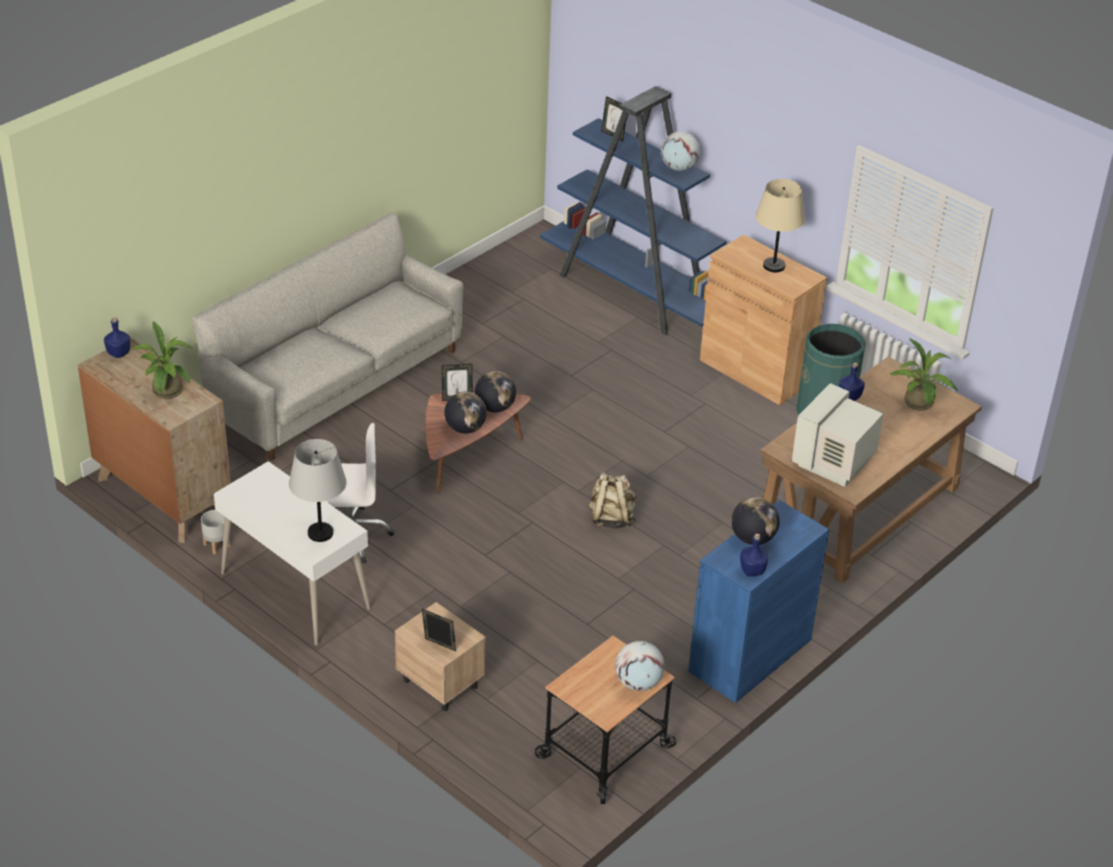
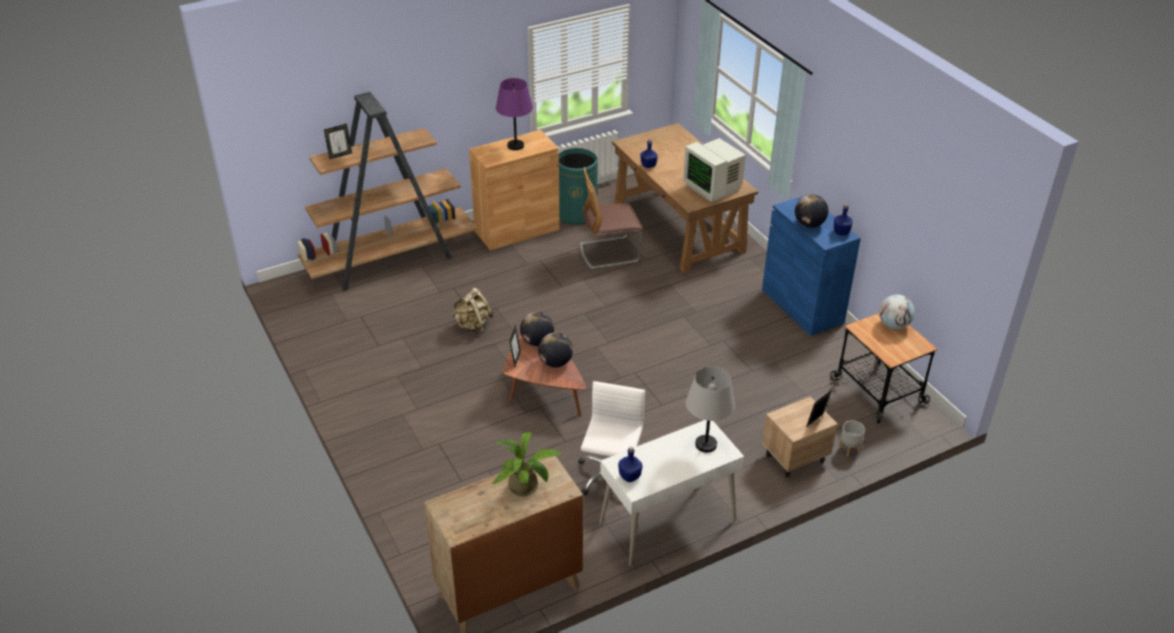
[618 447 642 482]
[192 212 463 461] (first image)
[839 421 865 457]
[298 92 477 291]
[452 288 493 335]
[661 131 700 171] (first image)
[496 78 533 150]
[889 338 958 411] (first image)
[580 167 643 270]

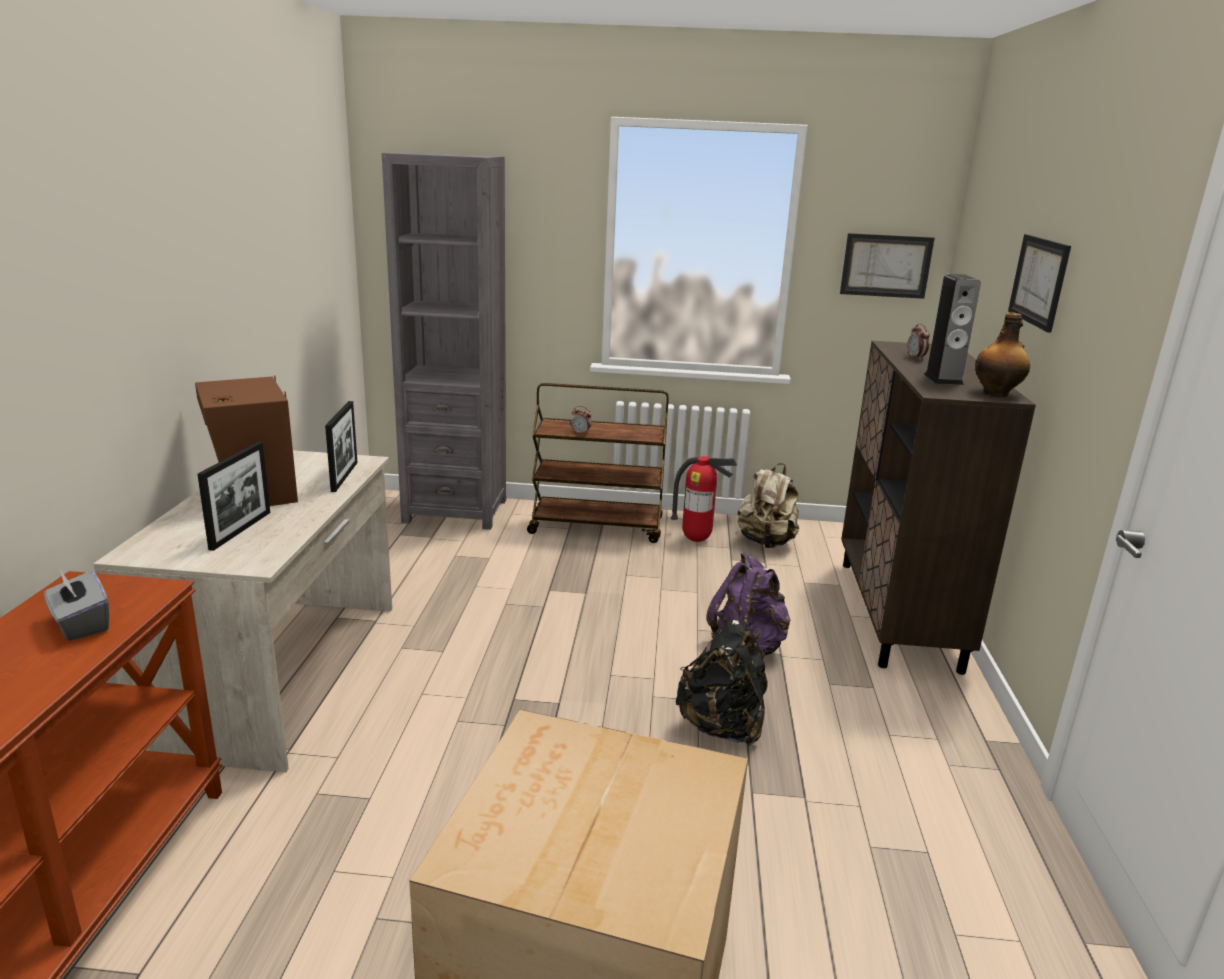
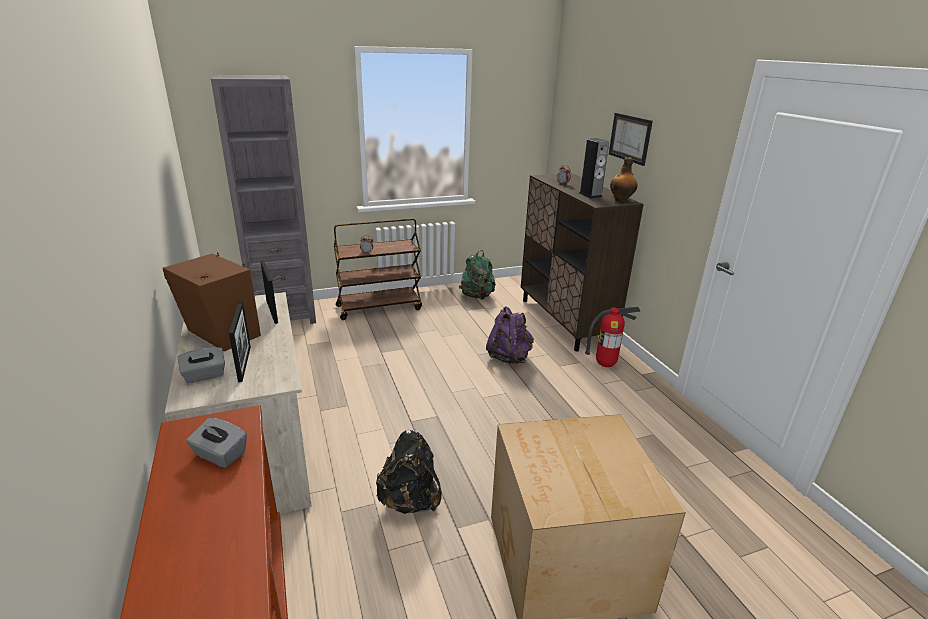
[585 307 640 367]
[376 430 442 514]
[459 250 496 300]
[840 233 935 299] (first image)
[178 347 225 383]

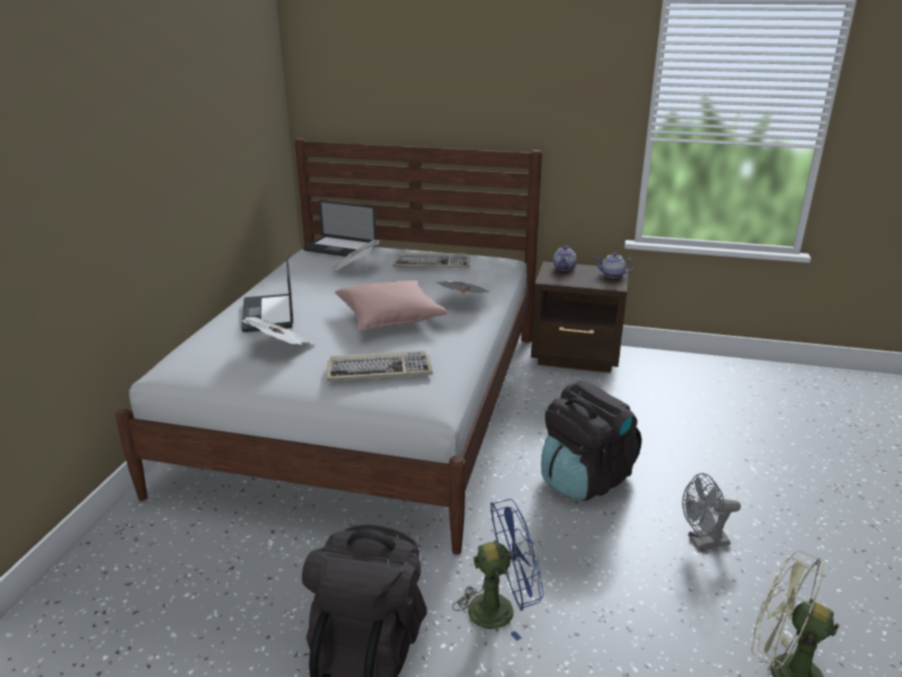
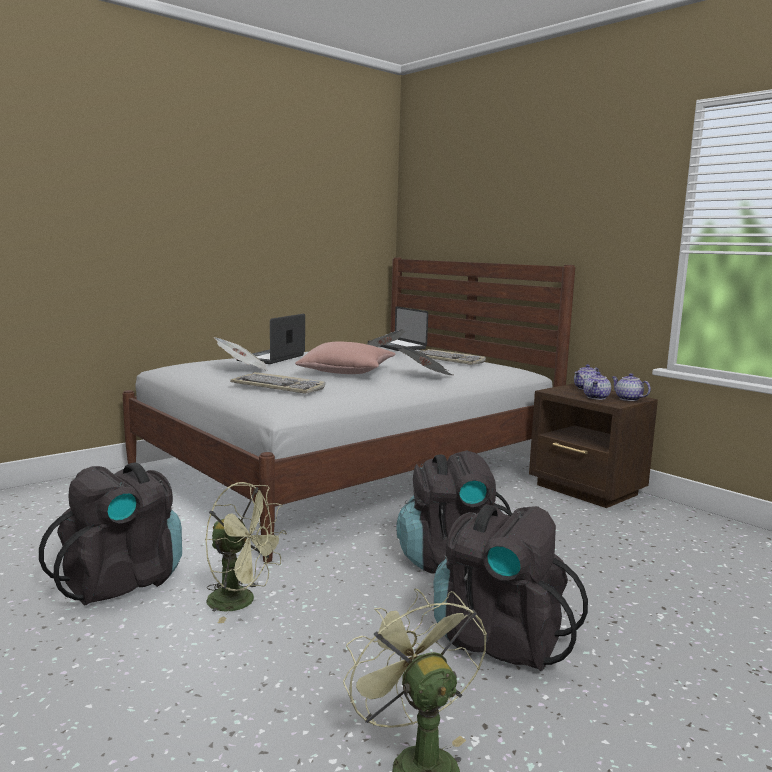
[205 482 287 623]
[434 505 588 671]
[583 372 611 400]

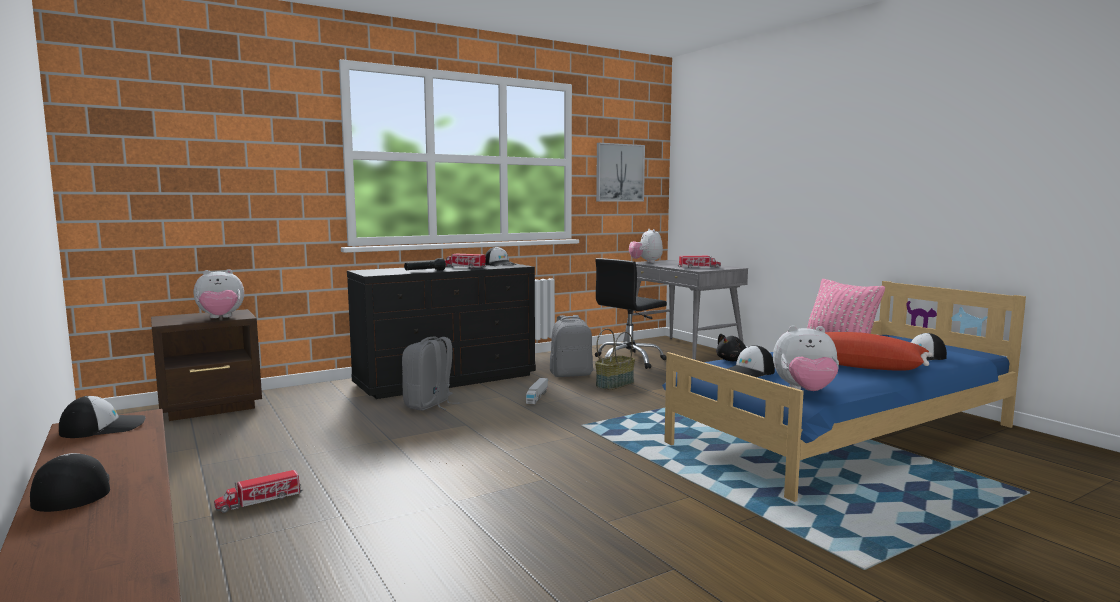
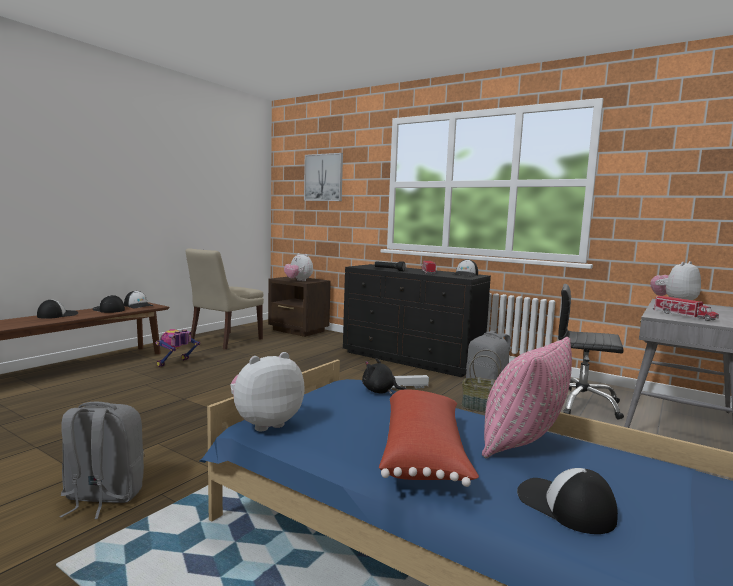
[156 329 200 367]
[59 402 144 519]
[304 153 343 201]
[92 295 125 313]
[231 352 305 432]
[186 248 264 349]

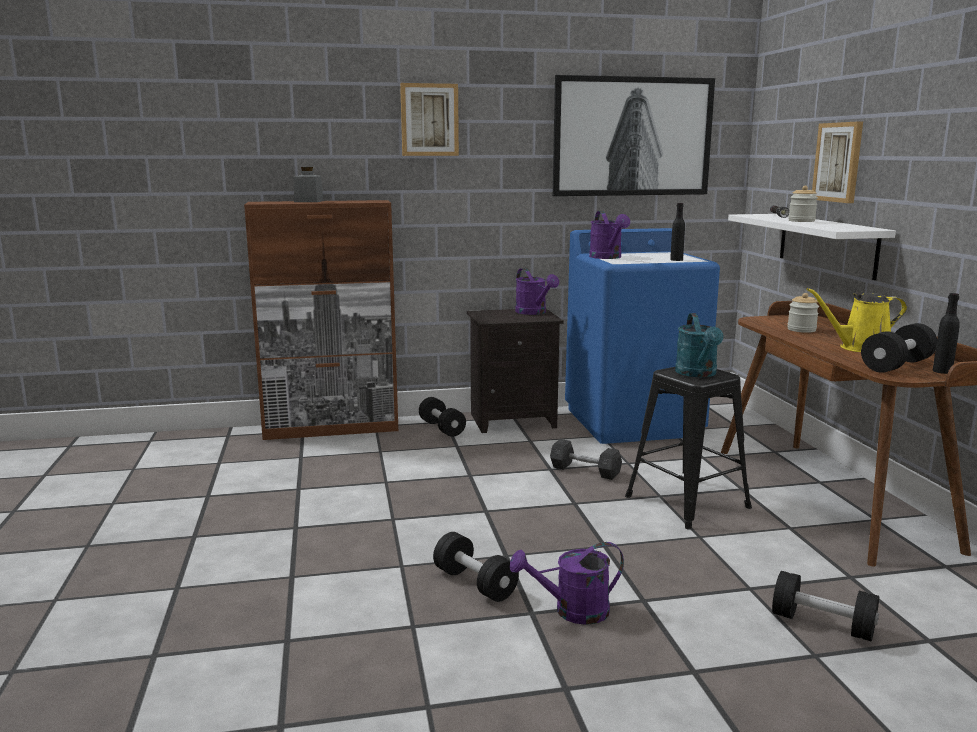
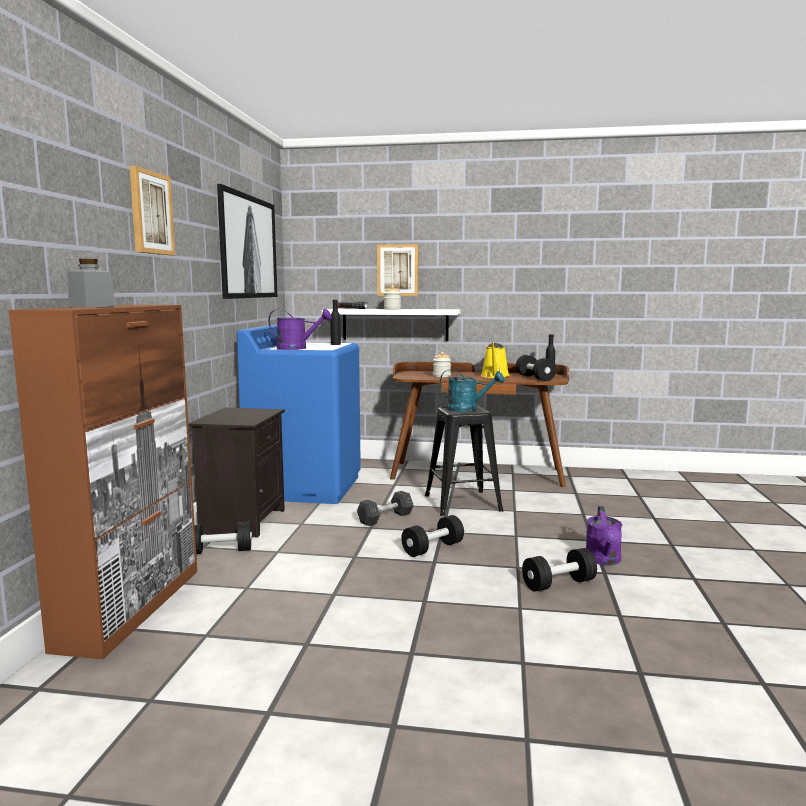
[515 268 559 315] (first image)
[401 515 464 557]

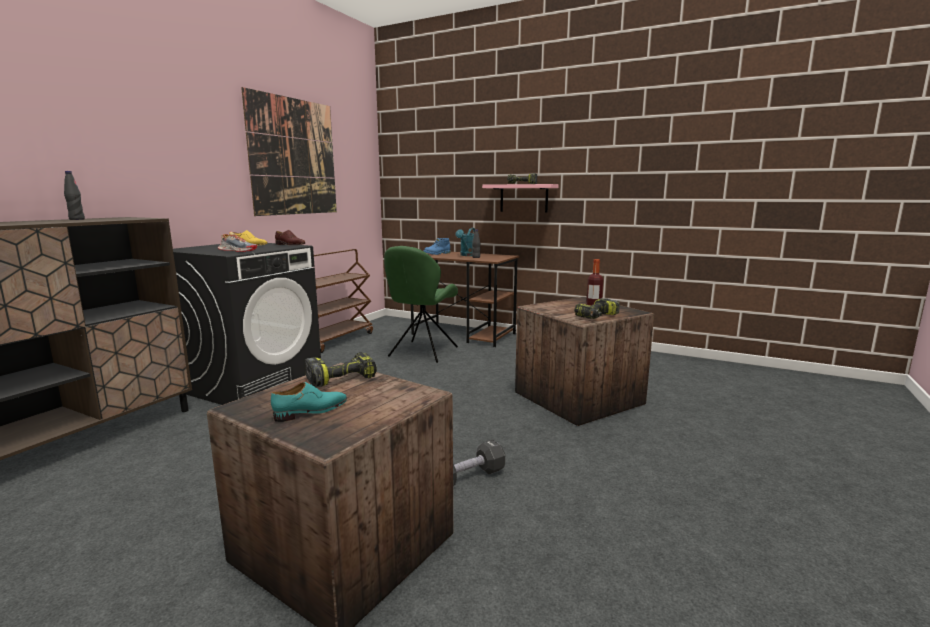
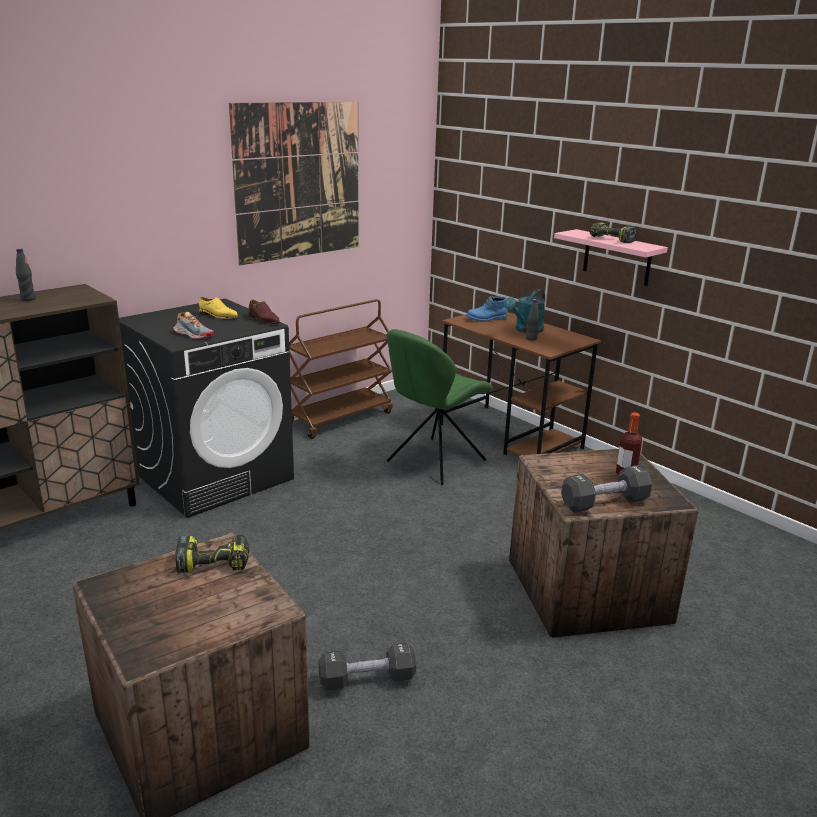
[271 382 347 422] (first image)
[561 465 652 513]

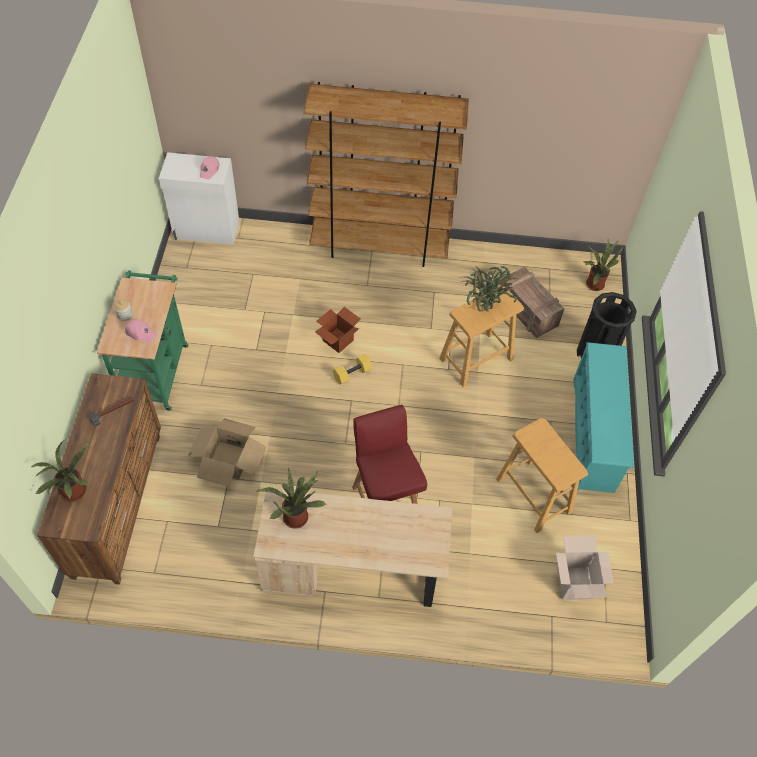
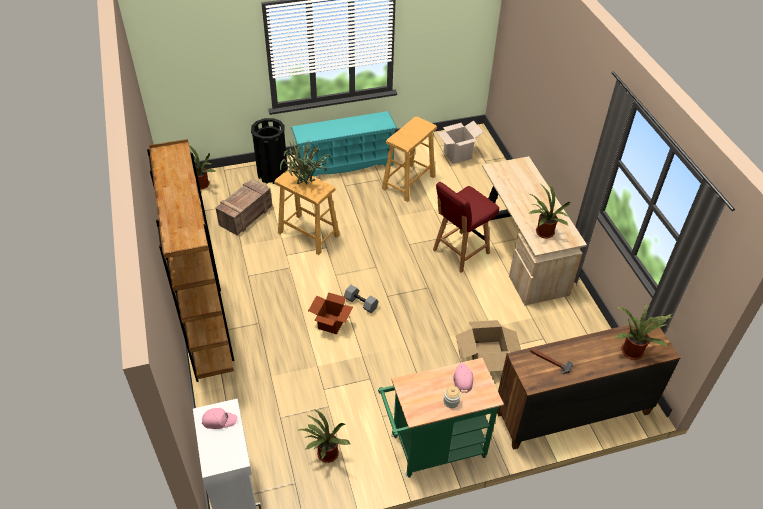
[344 285 379 313]
[299 409 350 463]

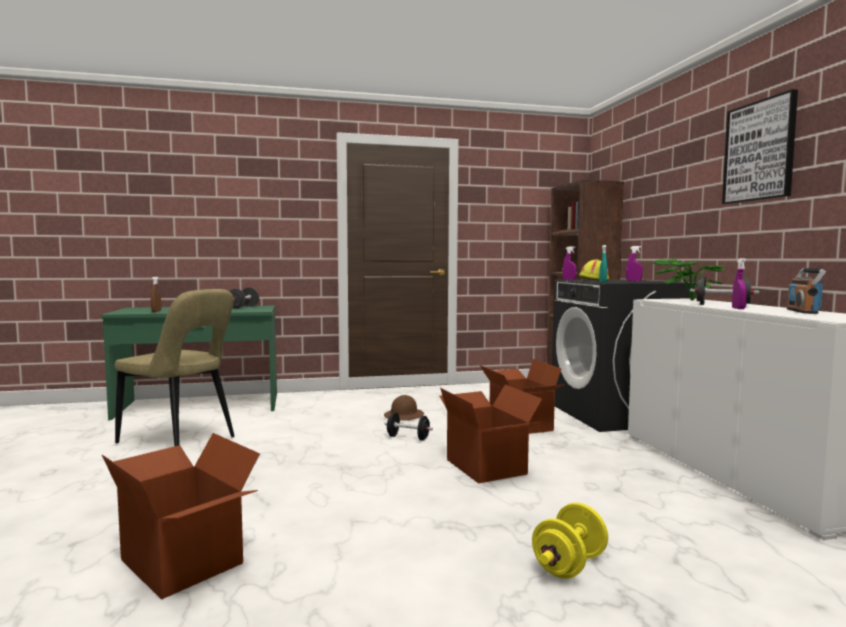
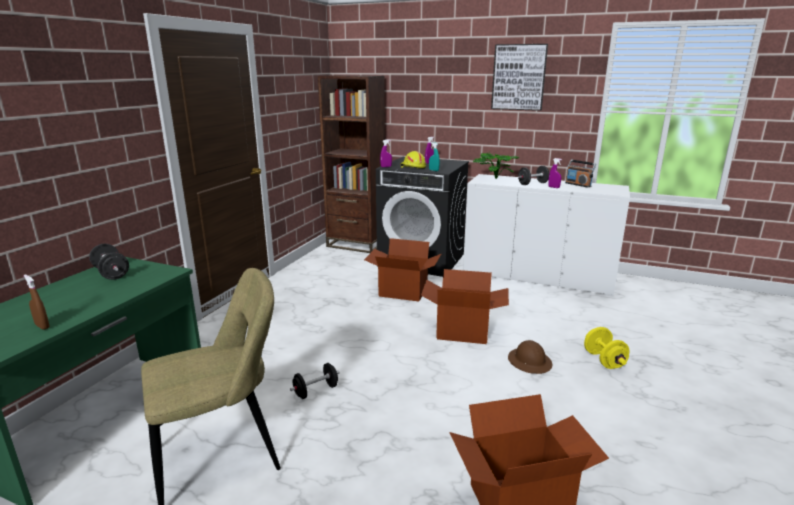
[508 340 552 374]
[290 363 340 399]

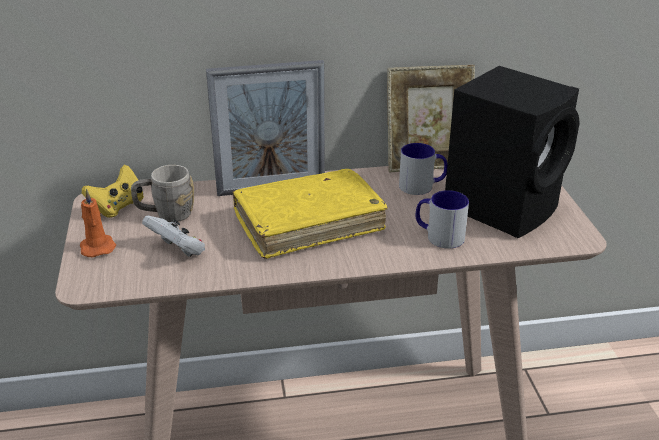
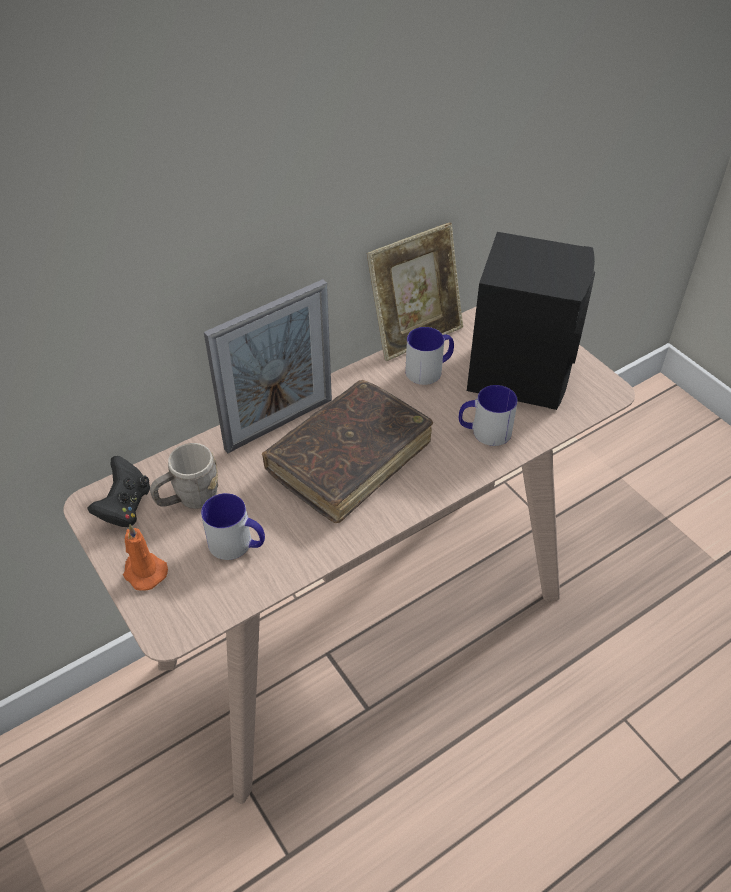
[88 456 150 527]
[201 493 265 560]
[262 380 434 523]

